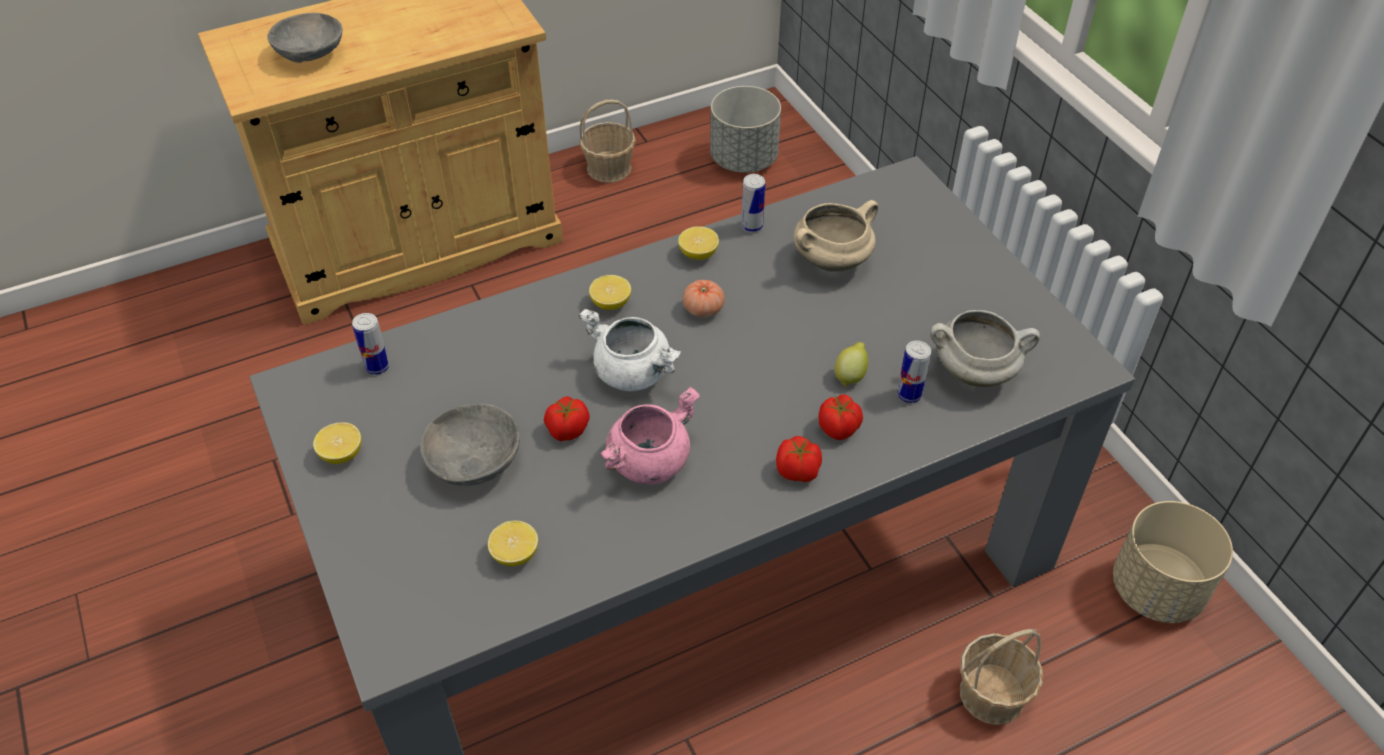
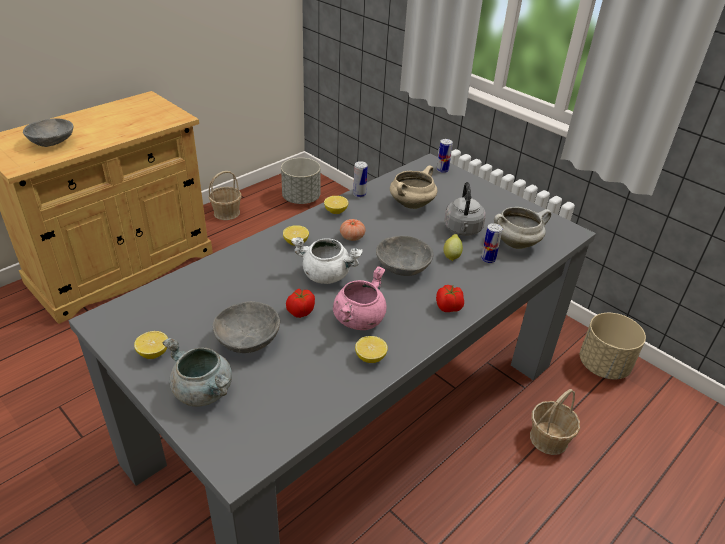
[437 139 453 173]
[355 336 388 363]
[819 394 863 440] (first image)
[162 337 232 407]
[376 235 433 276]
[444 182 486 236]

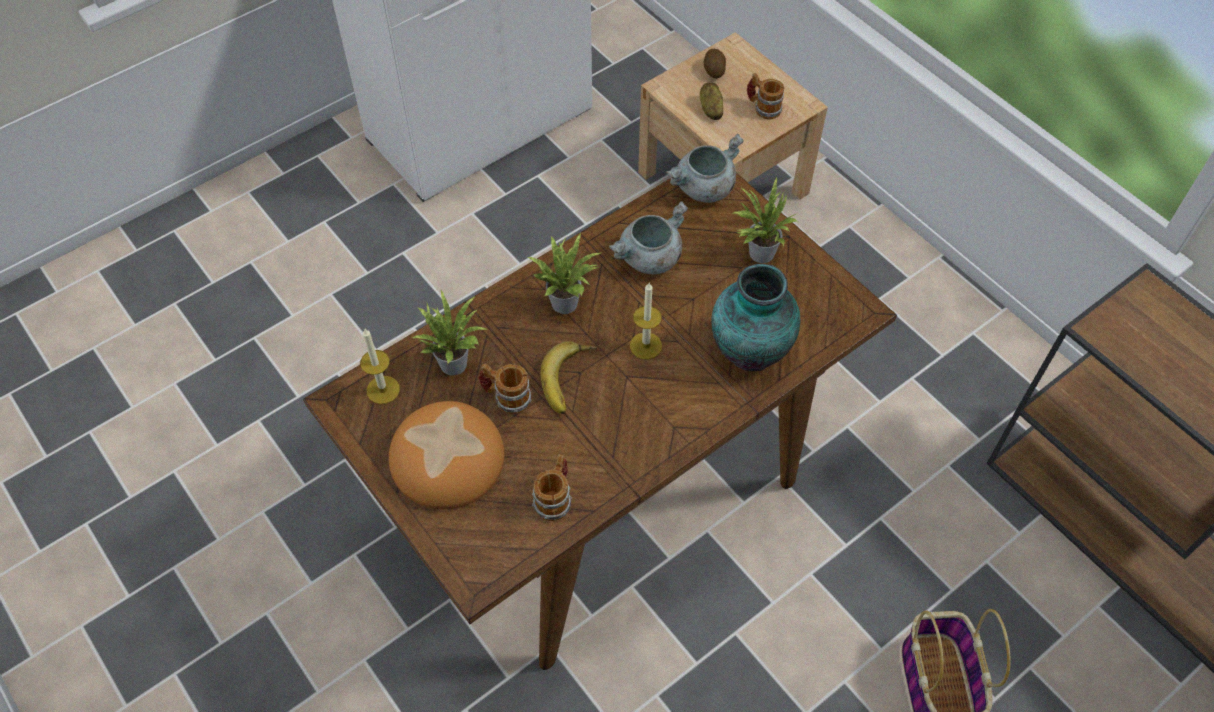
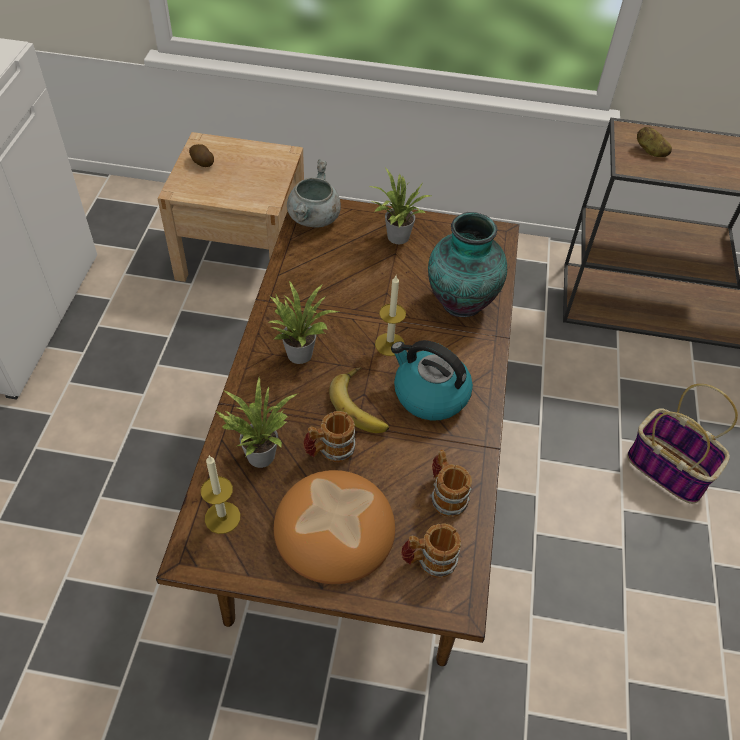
[609 201 688 274] (first image)
[637 127 672 157]
[401 523 461 578]
[391 340 473 421]

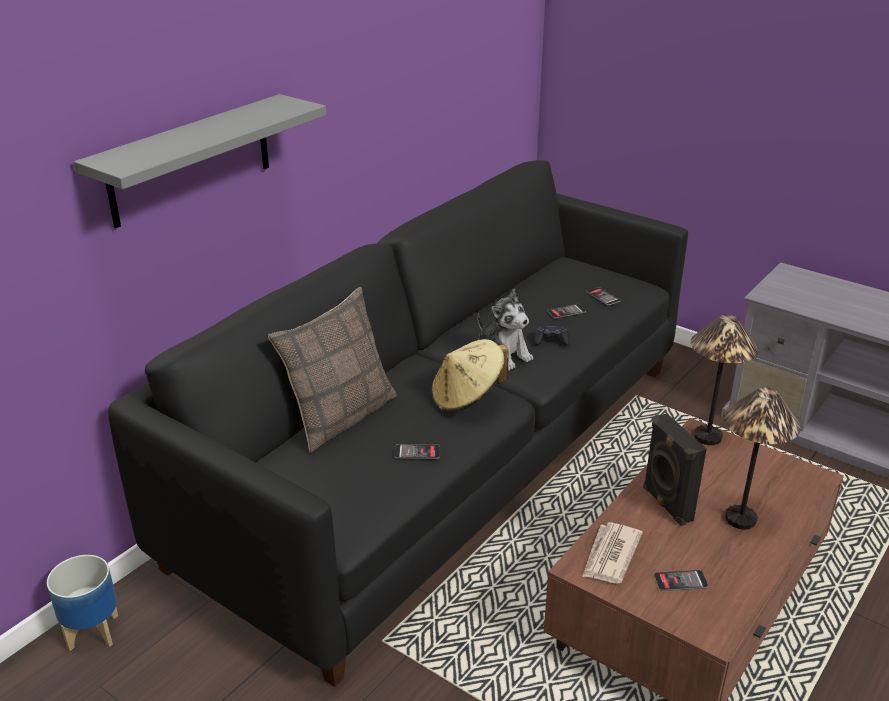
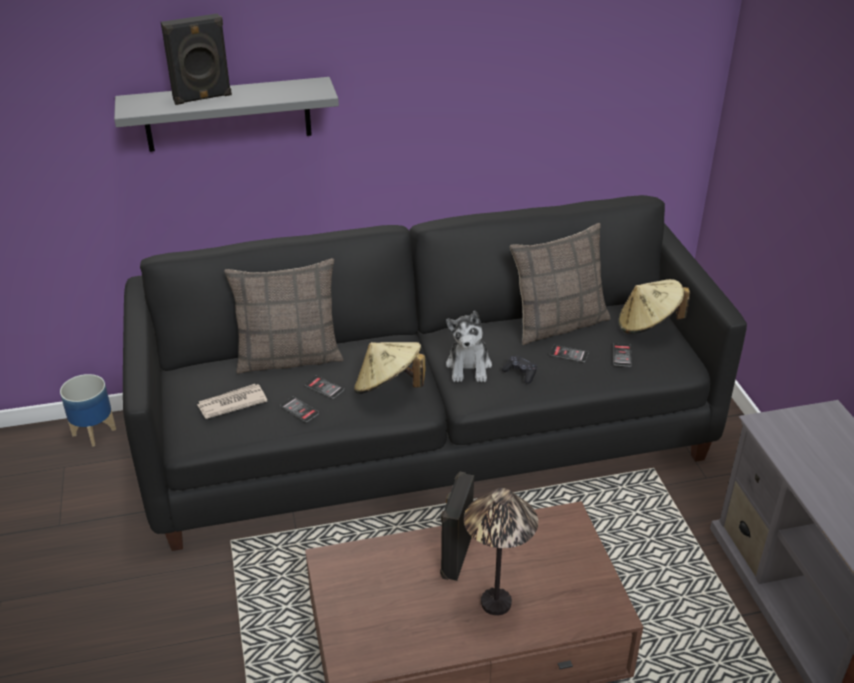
[197 384 267 419]
[305 376 344 399]
[691 315 759 445] (first image)
[161 13 232 105]
[510 223 611 345]
[618 279 690 334]

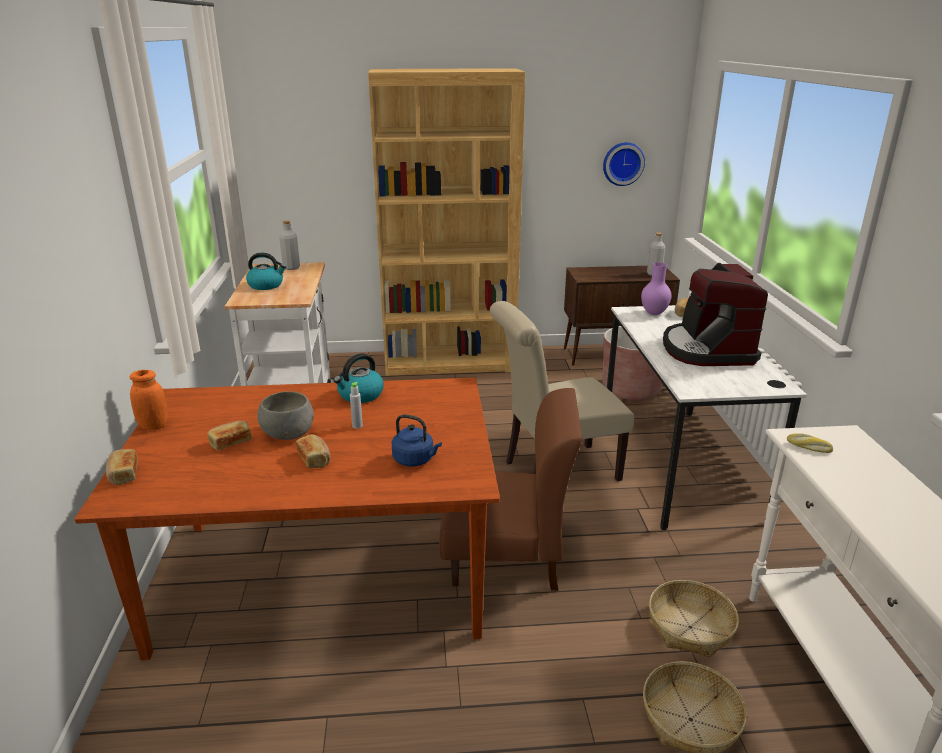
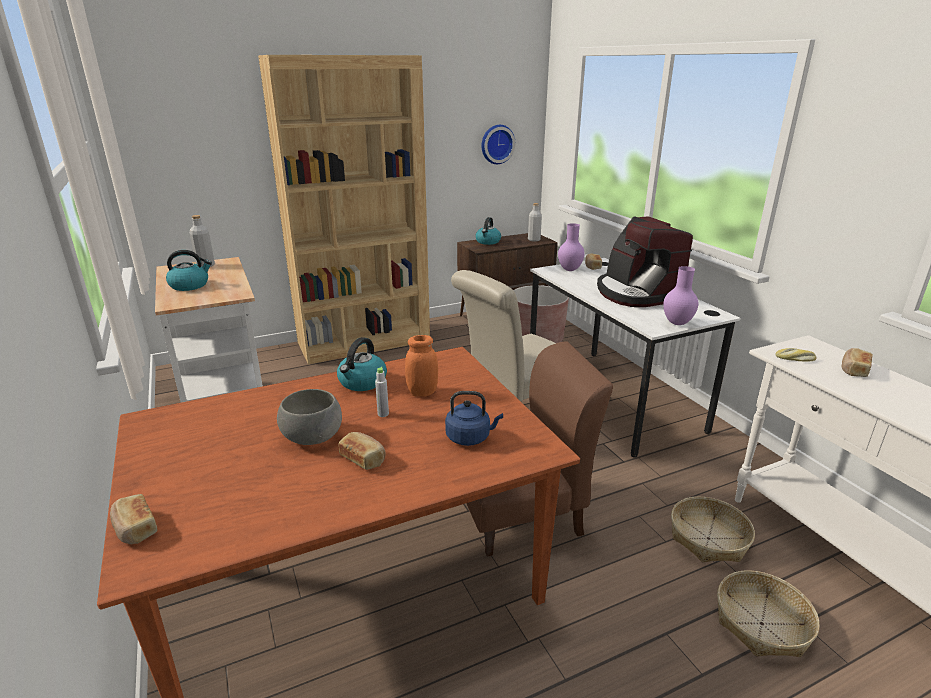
[405 335 438 396]
[842 348 873 377]
[476 217 501 245]
[663 266 699 325]

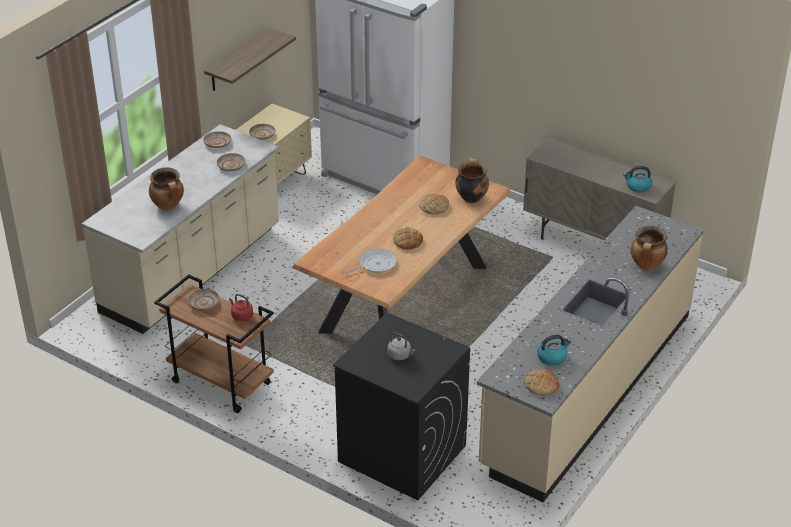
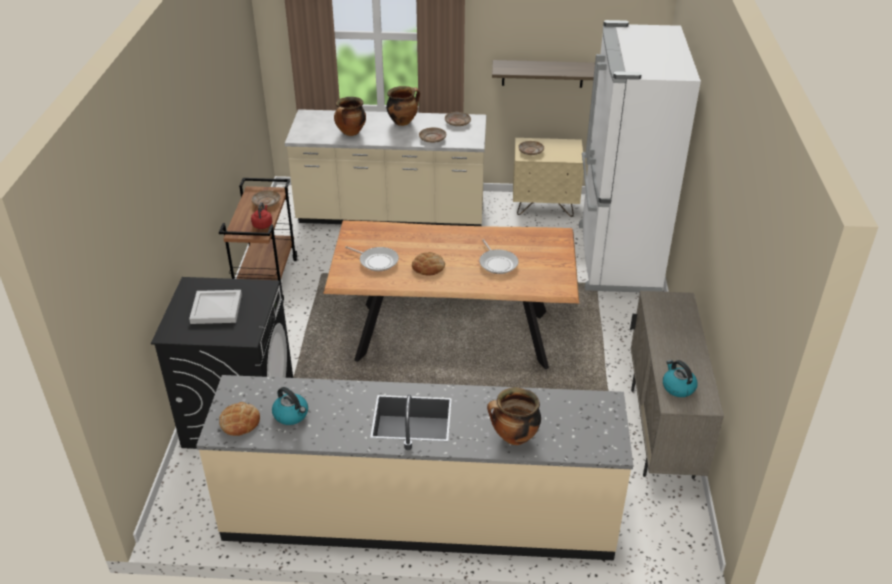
[189 290 242 324]
[479 239 519 274]
[386 86 420 126]

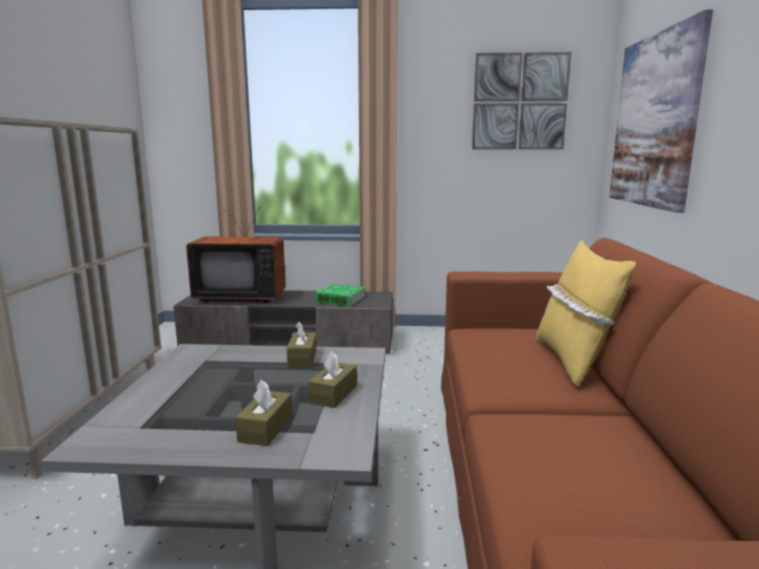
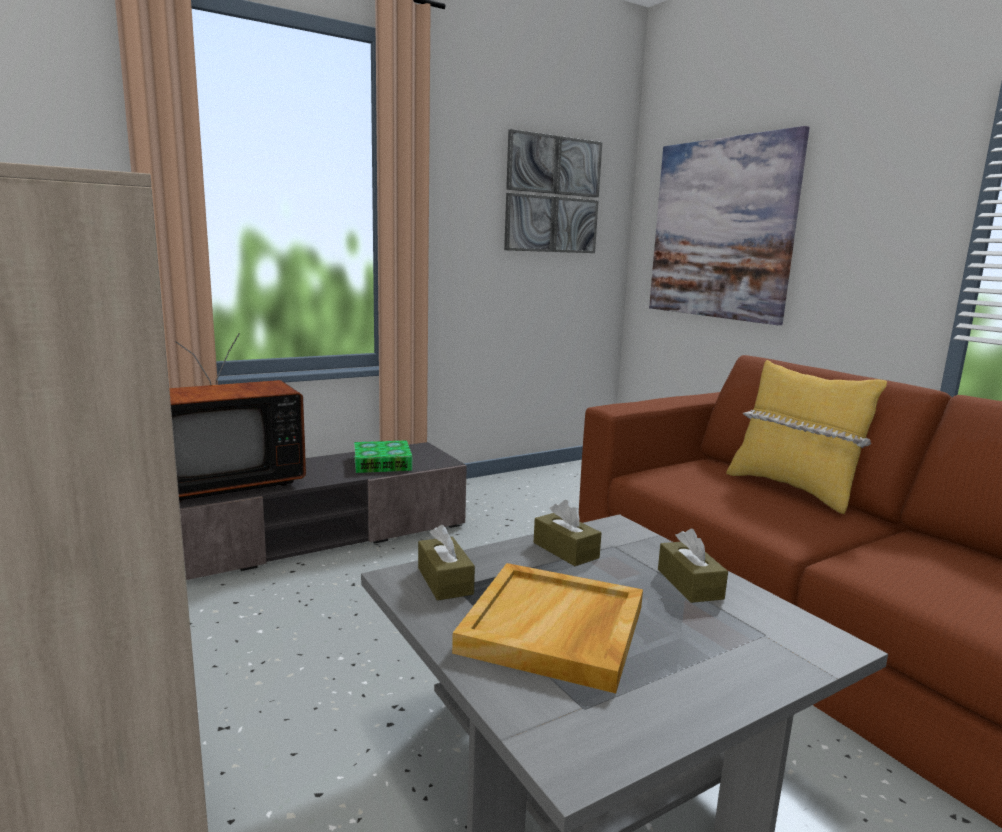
[418 525 475 601]
[452 563 643 693]

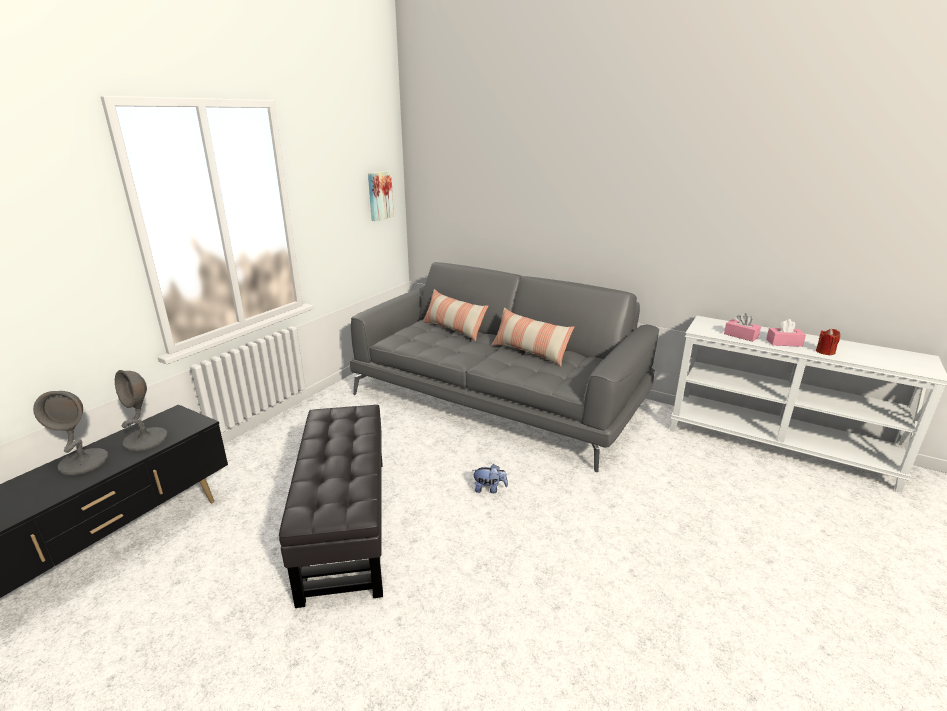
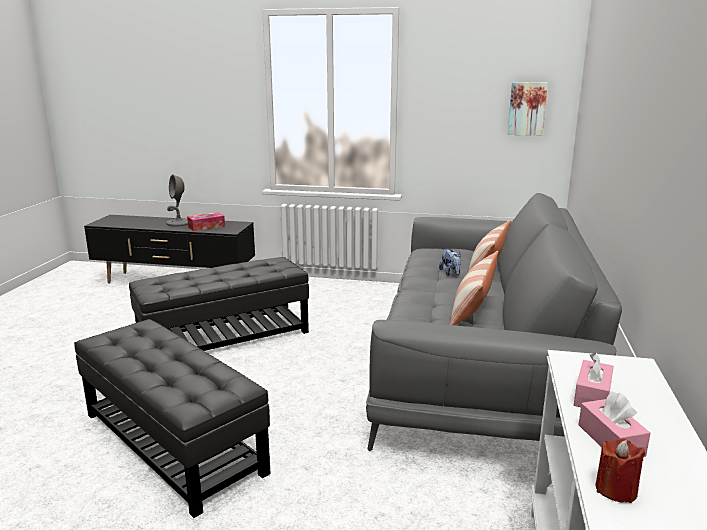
[187 212 225 231]
[439 249 461 276]
[74 319 271 518]

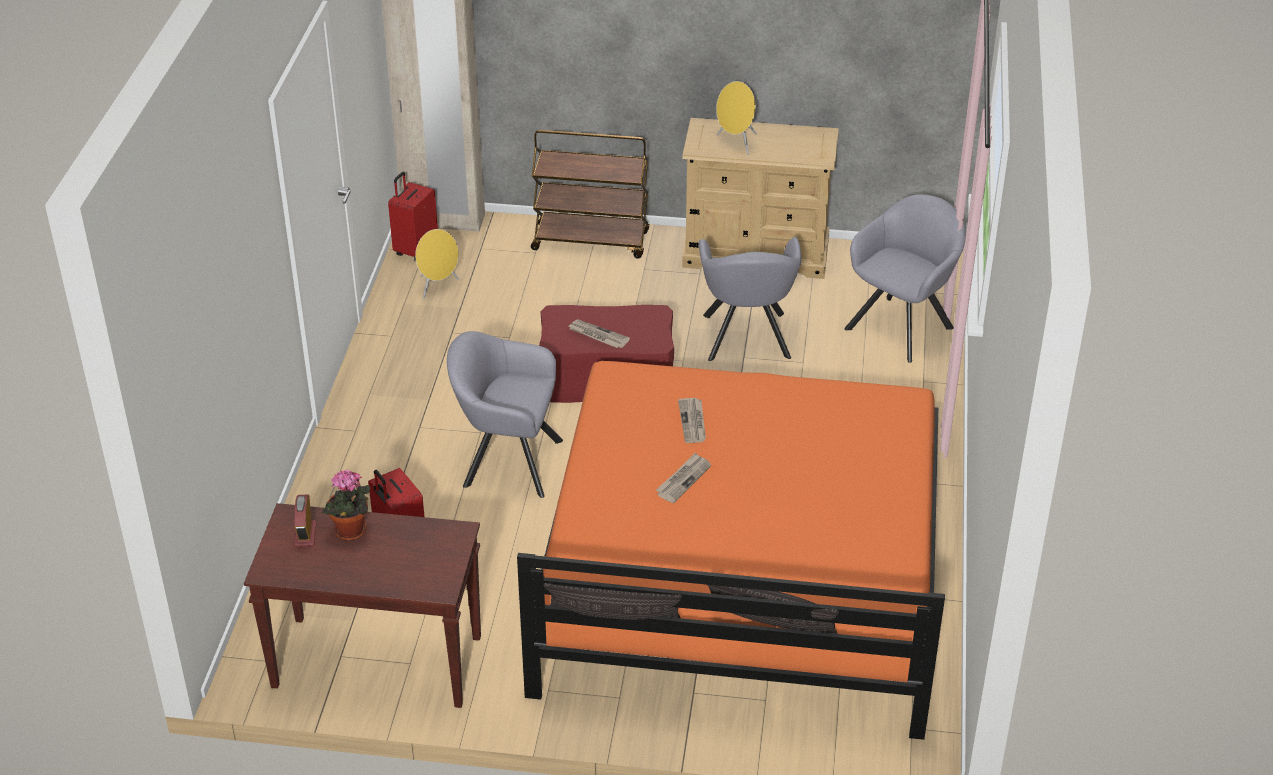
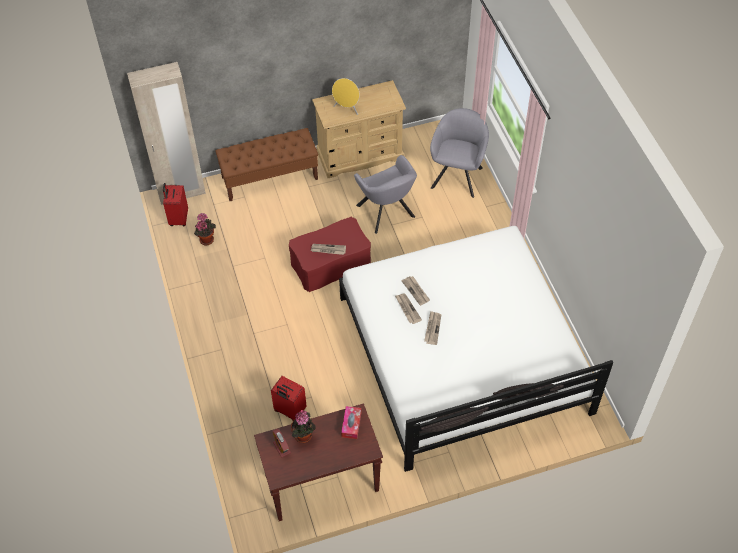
[194 213 216 245]
[447 331 563 498] (first image)
[339 226 613 472]
[215 128 318 201]
[341 406 361 439]
[395 293 422 324]

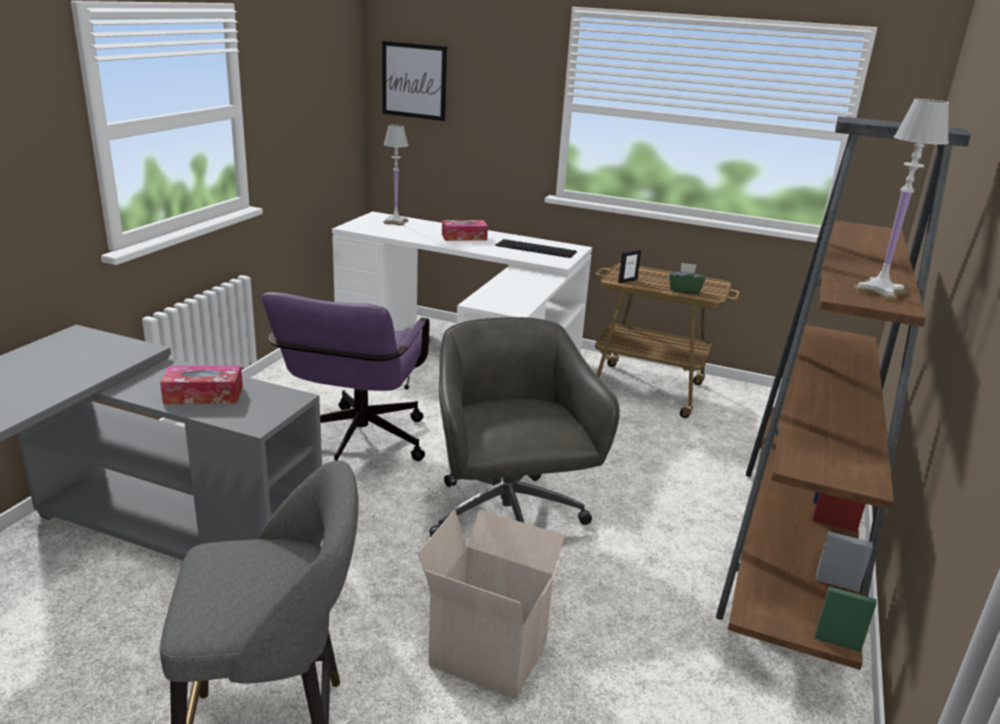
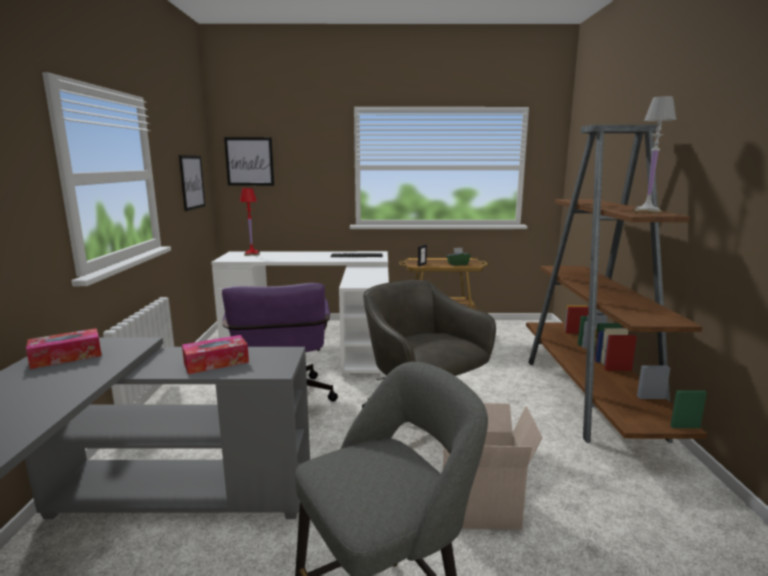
[240 188 260 256]
[26 328 102 369]
[179 155 206 211]

